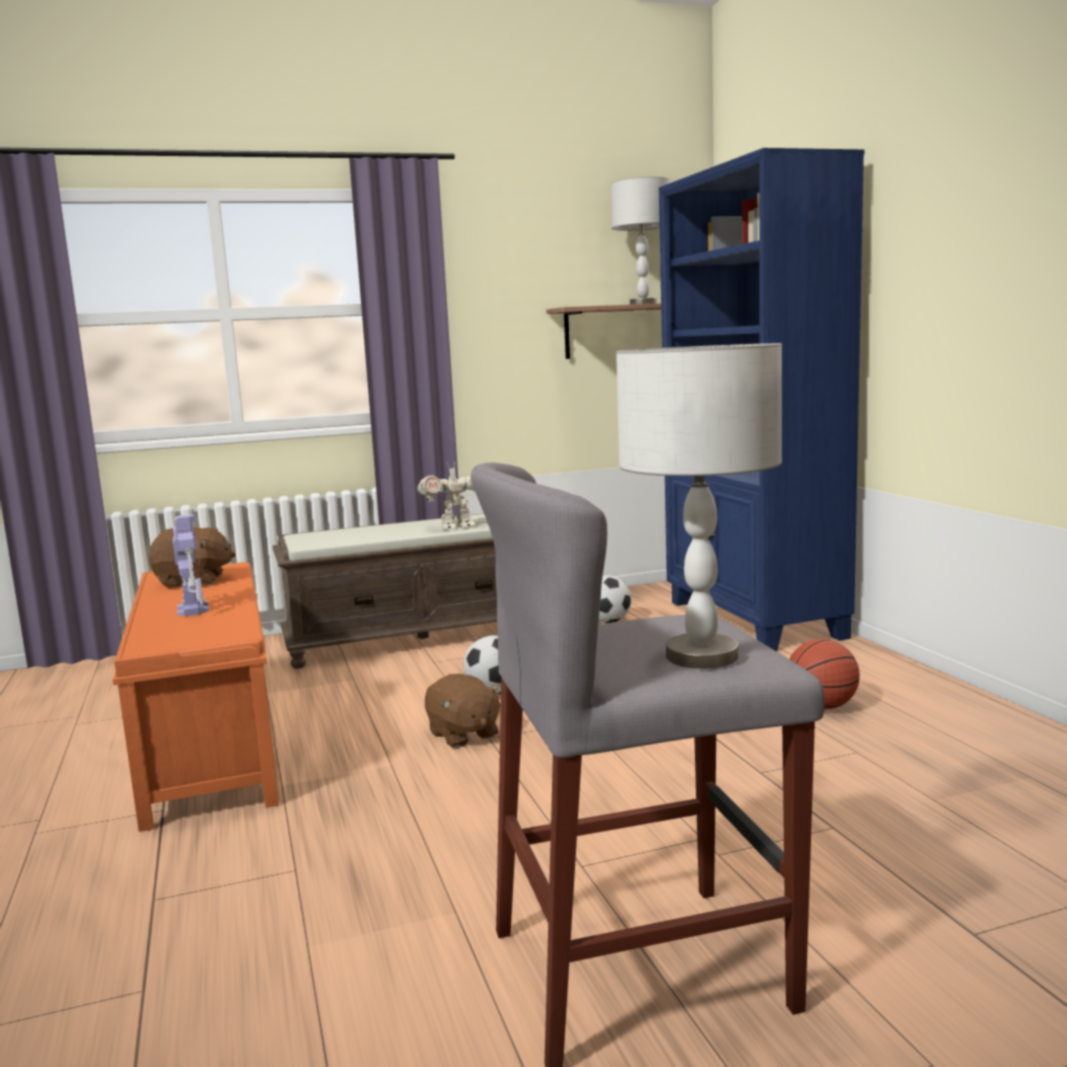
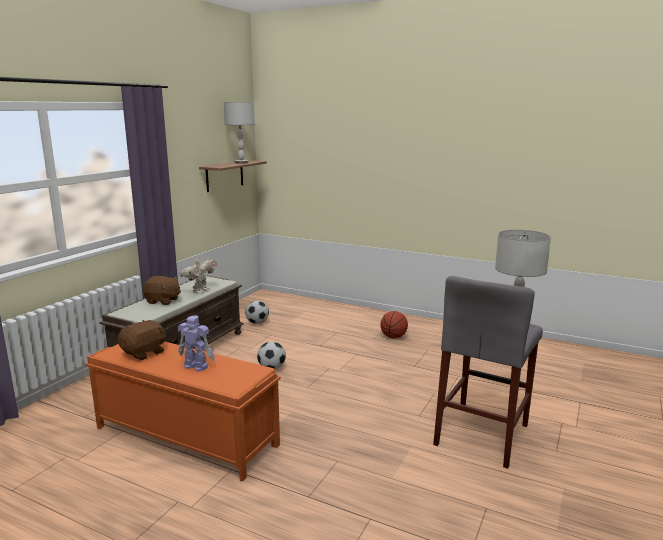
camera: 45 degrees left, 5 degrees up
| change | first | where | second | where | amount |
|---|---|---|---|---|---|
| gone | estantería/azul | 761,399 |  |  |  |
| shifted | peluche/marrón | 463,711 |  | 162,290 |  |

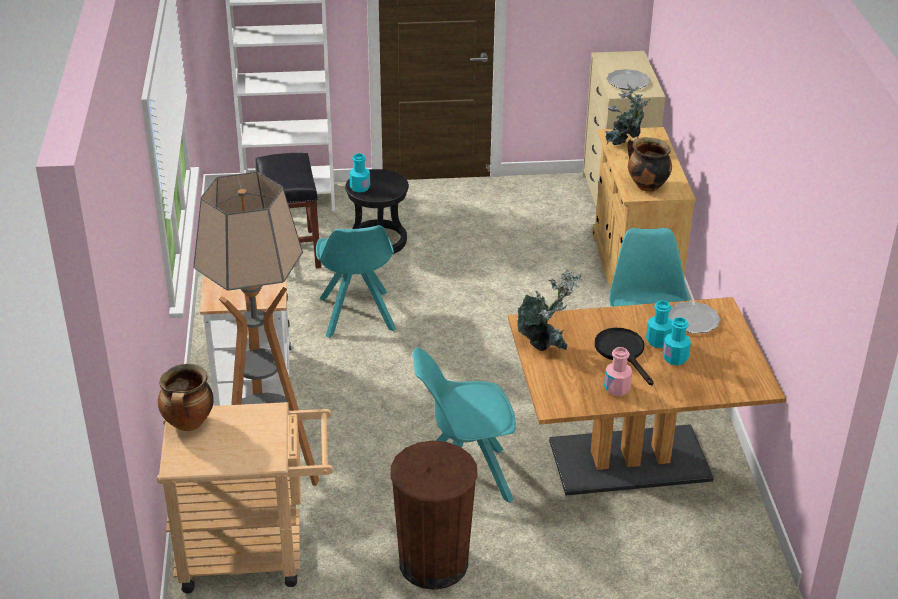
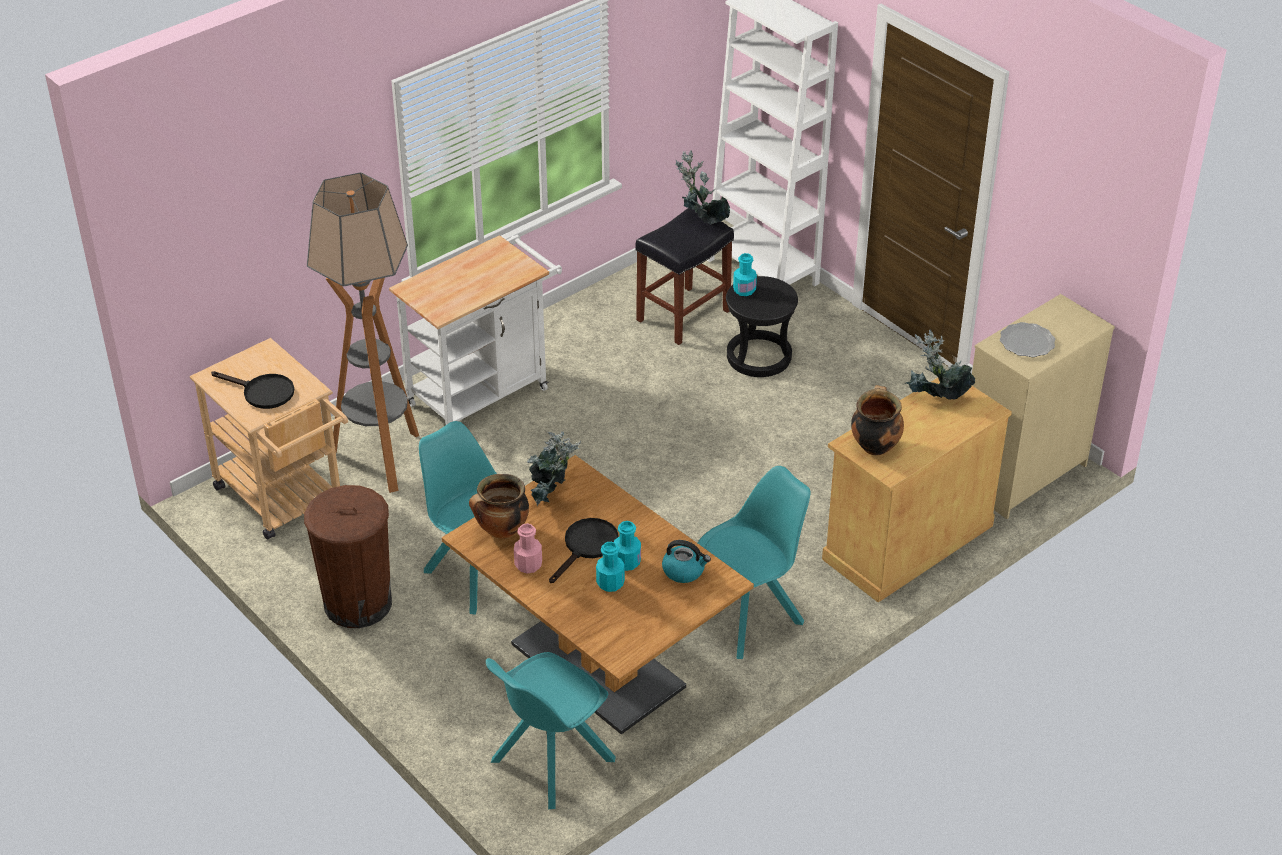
camera: 55 degrees right, 5 degrees up
| change | first | where | second | where | amount |
|---|---|---|---|---|---|
| shifted | silla/turquesa | 356,281 |  | 551,730 |  |
| swapped | plato | 694,317 | hervidor | 686,561 |  |
| shifted | olla | 186,397 |  | 499,506 |  |
| new |  |  | planta en maceta | 702,187 |  |
| new |  |  | sartén/negro | 252,390 |  |

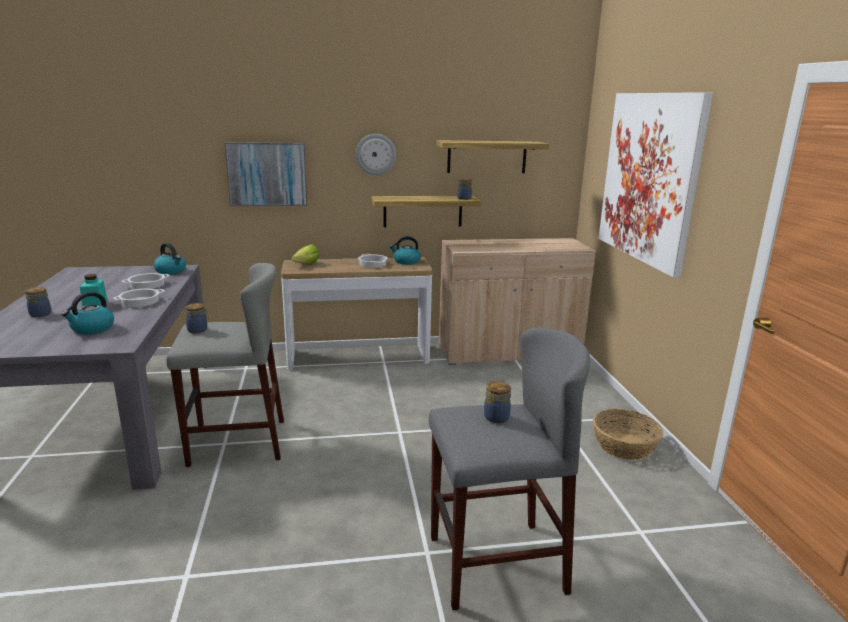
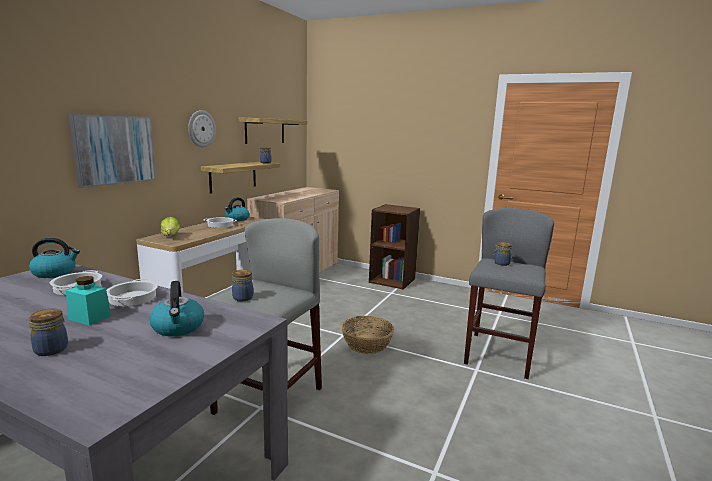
camera: 55 degrees left, 5 degrees down
| change | first | where | second | where | amount |
|---|---|---|---|---|---|
| gone | cuadro | 655,185 |  |  |  |
| shifted | cesta | 628,434 |  | 367,335 |  |
| new |  |  | estantería/marrón | 394,247 |  |

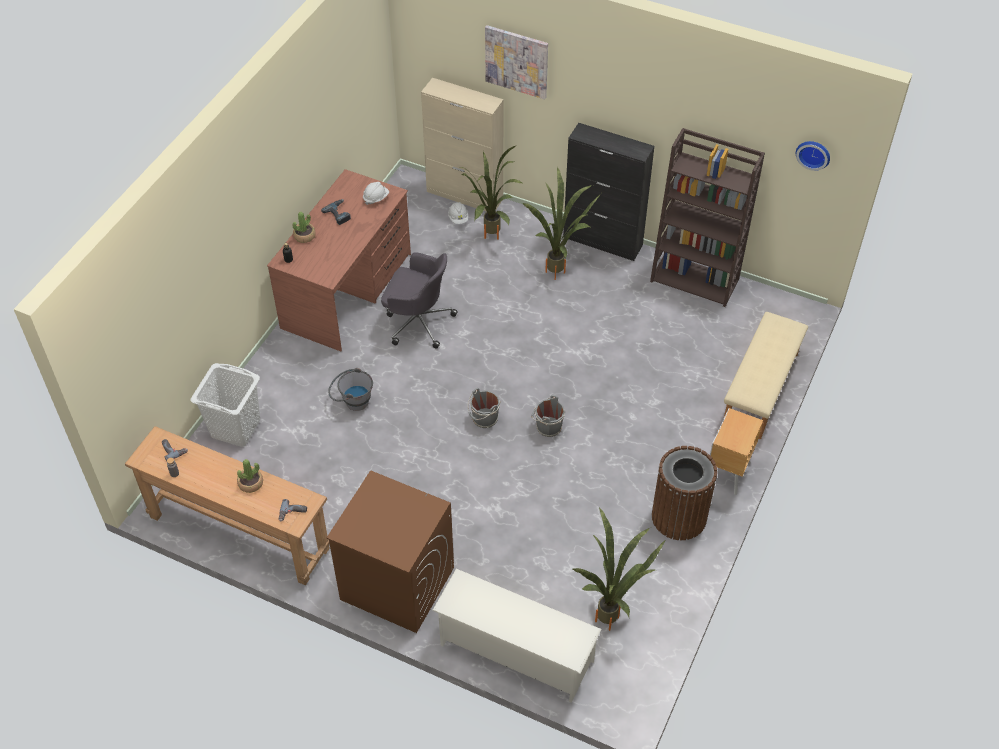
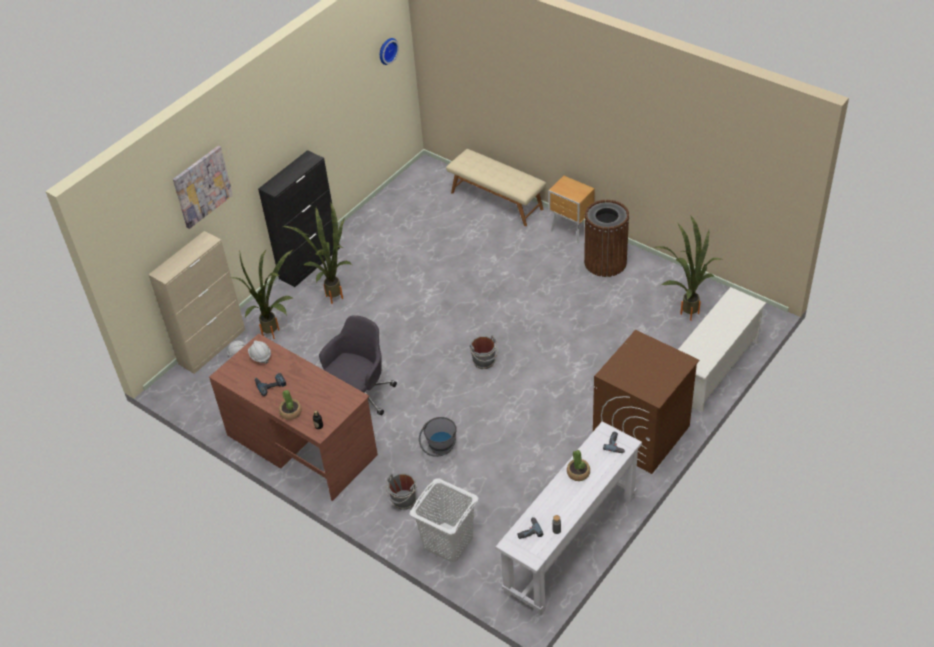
camera: 75 degrees left, 5 degrees down
| change | first | where | second | where | amount |
|---|---|---|---|---|---|
| gone | estantería/marrón | 707,217 |  |  |  |
| shifted | cubo/gris | 548,416 |  | 401,491 |  |
| repainted | mesa consola/marrón | 227,505 | mesa consola/blanco | 568,518 |  |

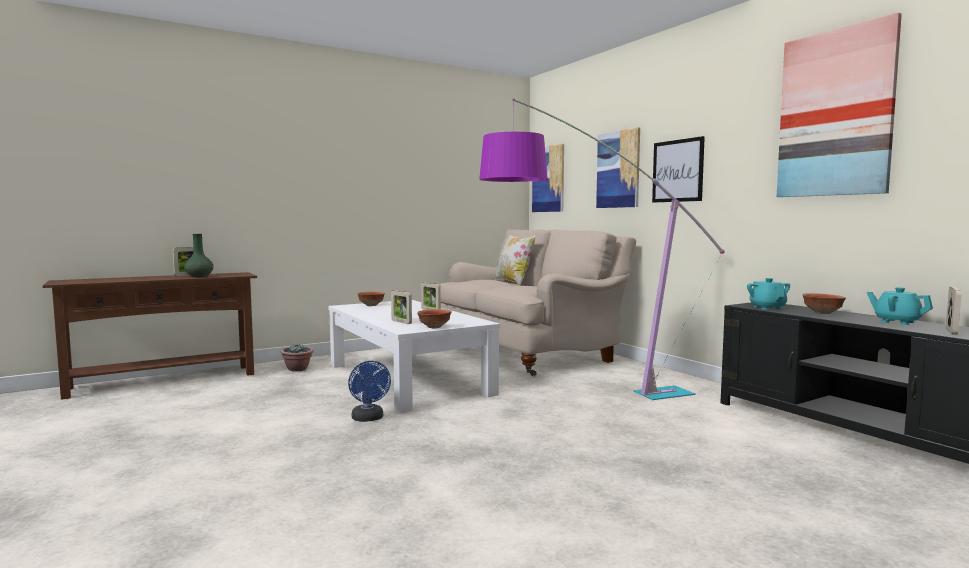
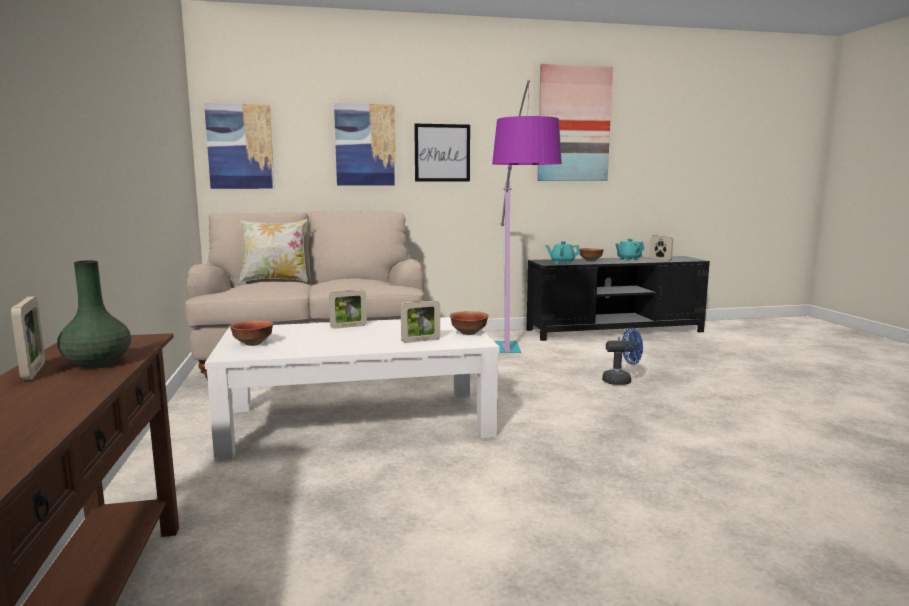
camera: 70 degrees left, 5 degrees up
| change | first | where | second | where | amount |
|---|---|---|---|---|---|
| gone | planta en maceta | 297,357 |  |  |  |
| shifted | ventilador/azul | 369,391 |  | 622,356 |  |

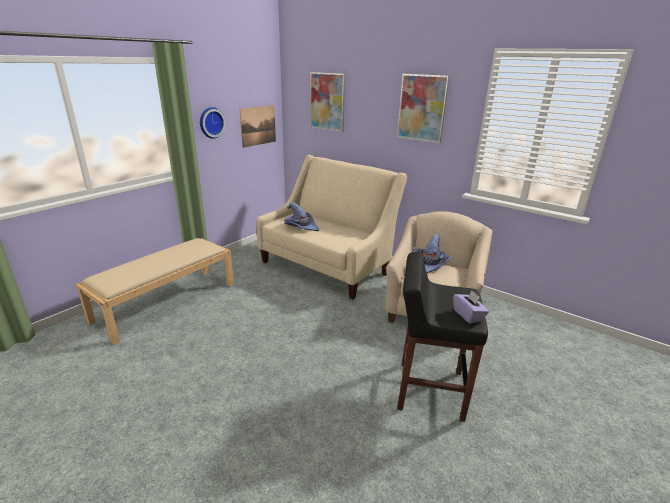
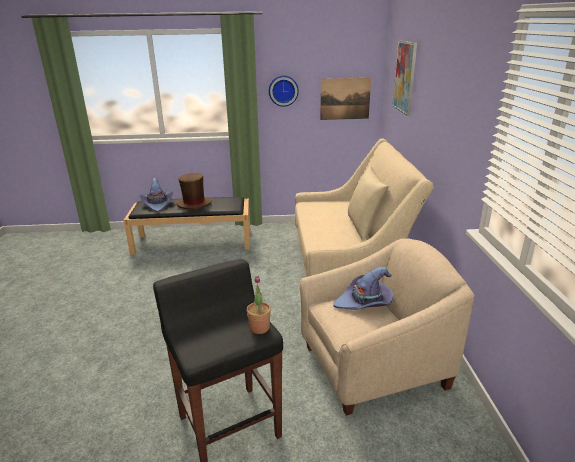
camera: 50 degrees right, 0 degrees up
| change | first | where | second | where | amount |
|---|---|---|---|---|---|
| gone | cuadro | 423,108 |  |  |  |
| shifted | sombrero/morado | 301,216 |  | 156,195 |  |
| repainted | banco/beis | 155,291 | banco/negro | 187,226 |  |
| gone | caja de pañuelos/morado | 471,307 |  |  |  |
| new |  |  | cojín/beis | 368,203 |  |
| new |  |  | sombrero/marrón | 194,191 |  |
| new |  |  | planta en maceta | 259,305 |  |

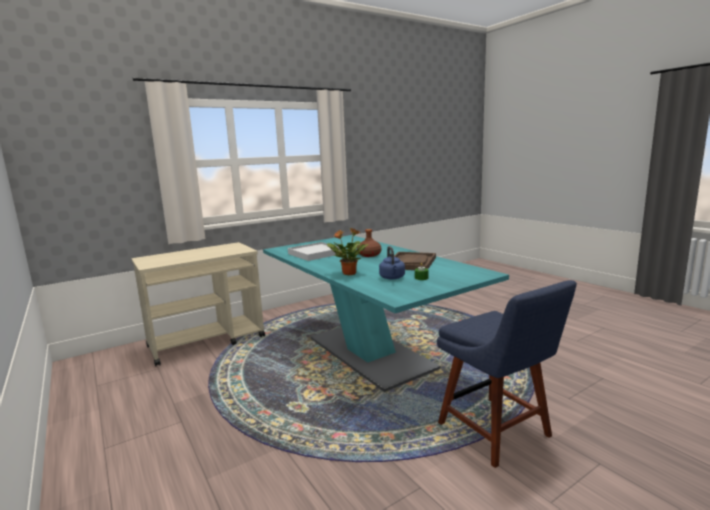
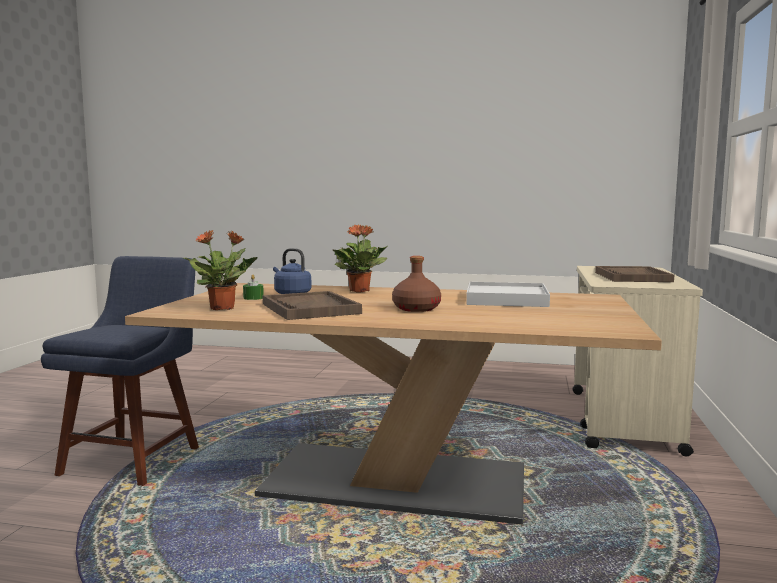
camera: 135 degrees right, 5 degrees down
| change | first | where | second | where | amount |
|---|---|---|---|---|---|
| repainted | mesa de comedor/turquesa | 386,313 | mesa de comedor/beis | 393,403 |  |
| rotated | silla/azul | 507,374 |  | 120,371 | 90 degrees clockwise |
| new |  |  | planta en maceta | 220,270 |  |
| new |  |  | bandeja/marrón | 634,274 |  |

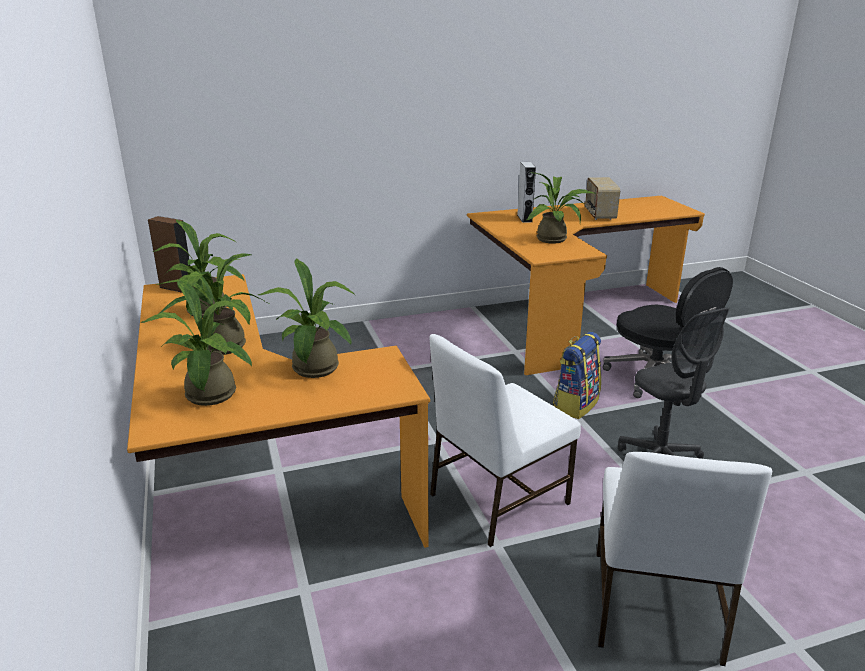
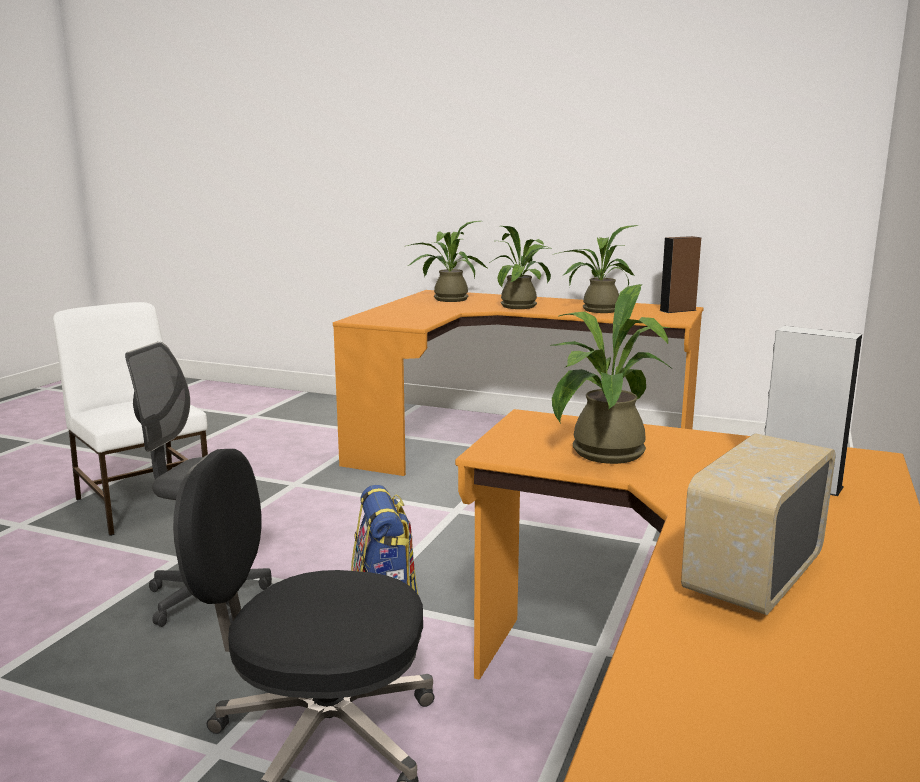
camera: 130 degrees right, 10 degrees down
| change | first | where | second | where | amount |
|---|---|---|---|---|---|
| rotated | radio | 602,198 |  | 758,524 | 90 degrees counterclockwise |
| gone | planta en maceta | 306,318 |  |  |  |
| gone | silla/blanco | 505,440 |  |  |  |

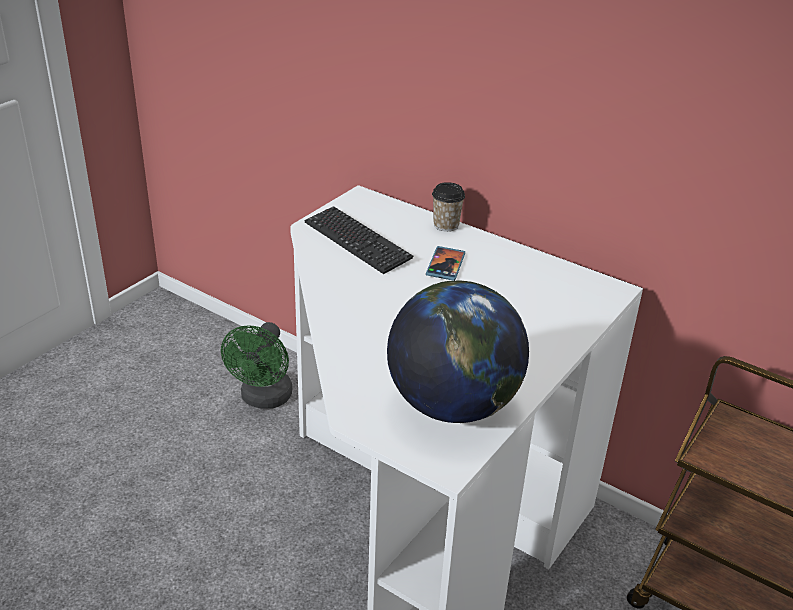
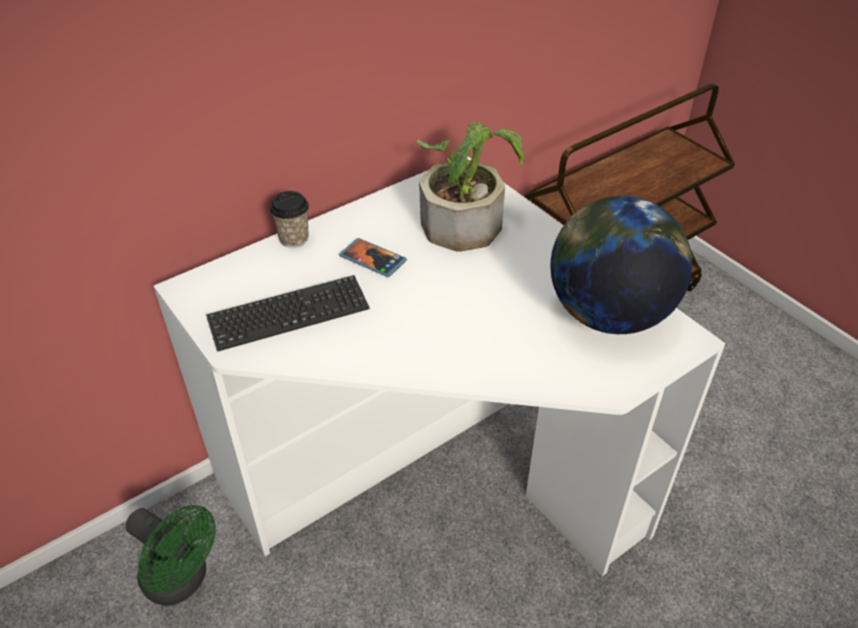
camera: 70 degrees left, 10 degrees up
| change | first | where | second | where | amount |
|---|---|---|---|---|---|
| new |  |  | planta en maceta | 470,187 |  |

